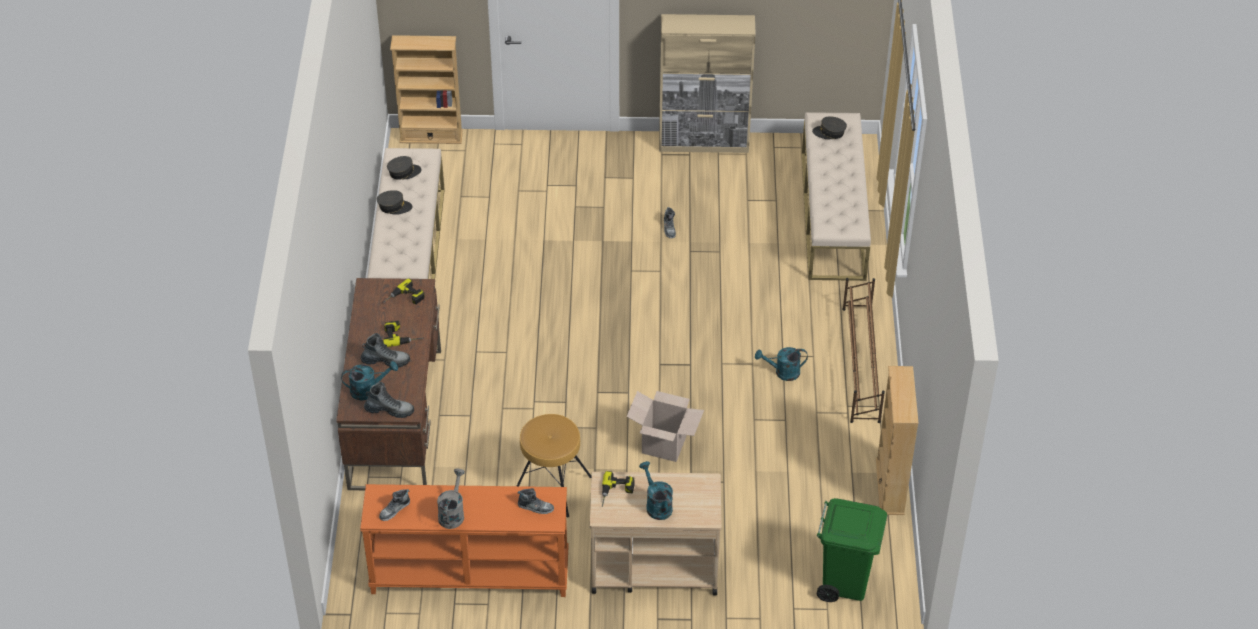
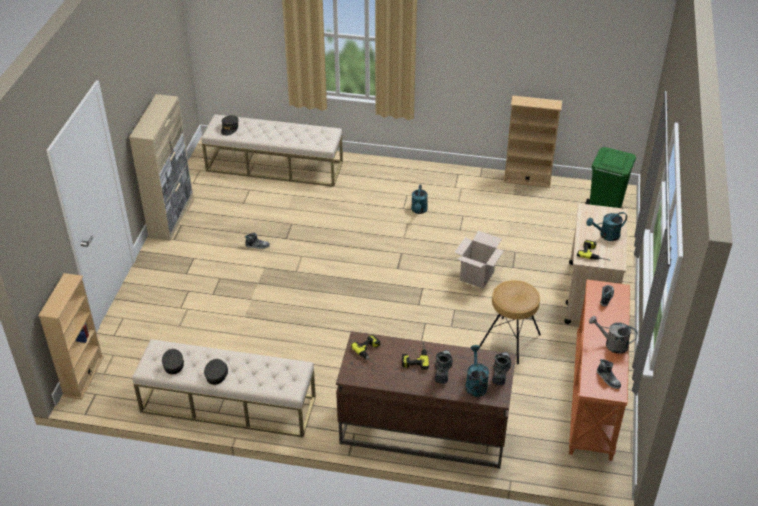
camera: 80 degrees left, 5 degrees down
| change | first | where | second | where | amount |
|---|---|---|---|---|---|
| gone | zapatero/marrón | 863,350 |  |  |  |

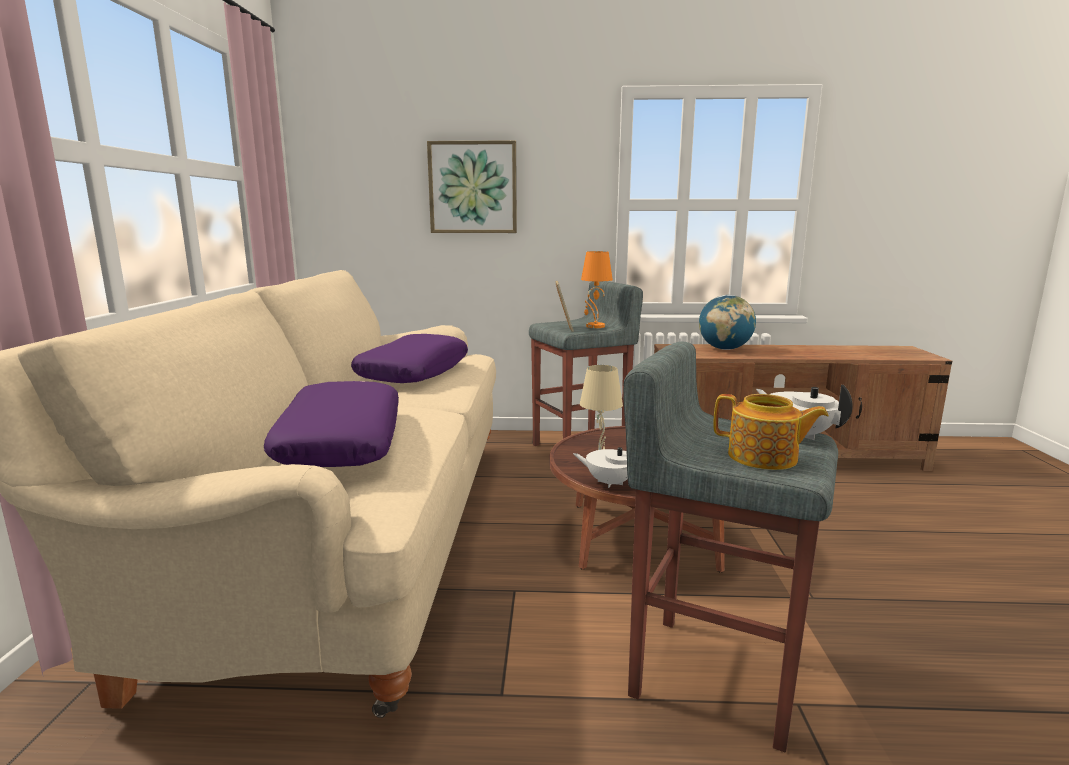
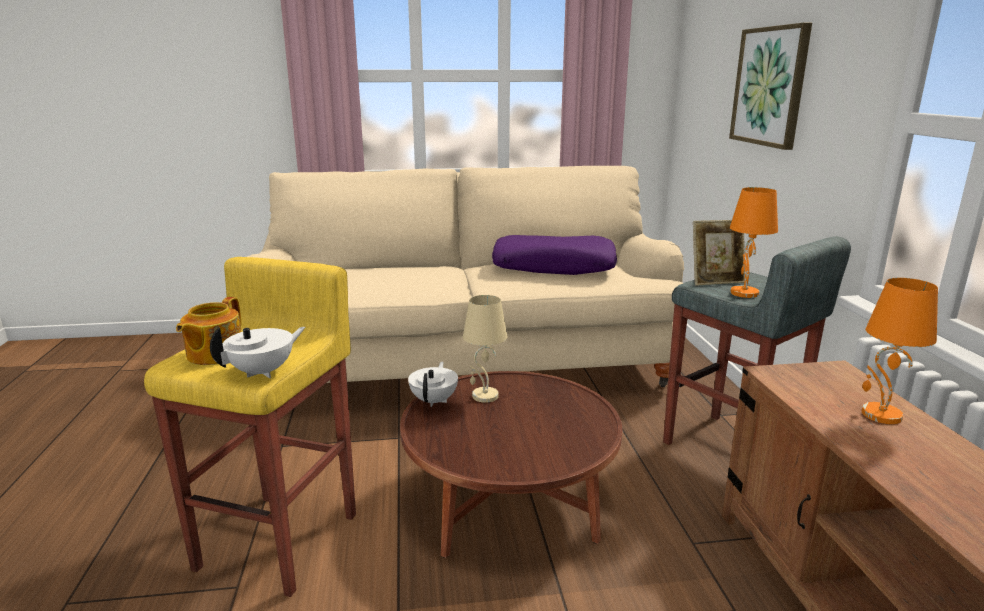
camera: 80 degrees right, 5 degrees up
| change | first | where | second | where | amount |
|---|---|---|---|---|---|
| swapped | globo terráqueo | 727,322 | lámpara de mesa/naranja | 900,351 |  |
| repainted | taburete/gris | 730,547 | taburete/amarillo | 250,427 |  |
| gone | cojín/morado | 331,424 |  |  |  |

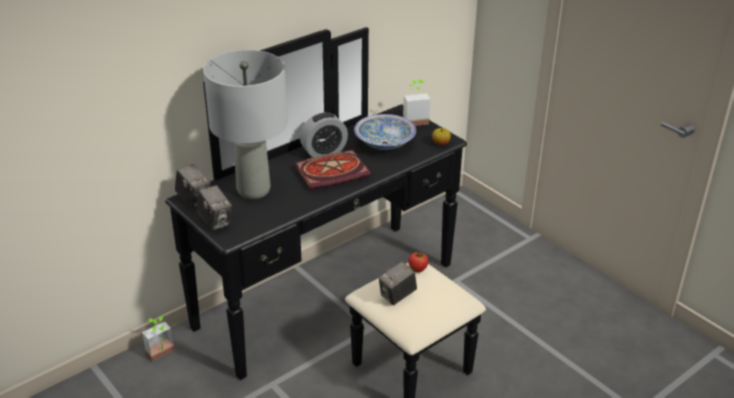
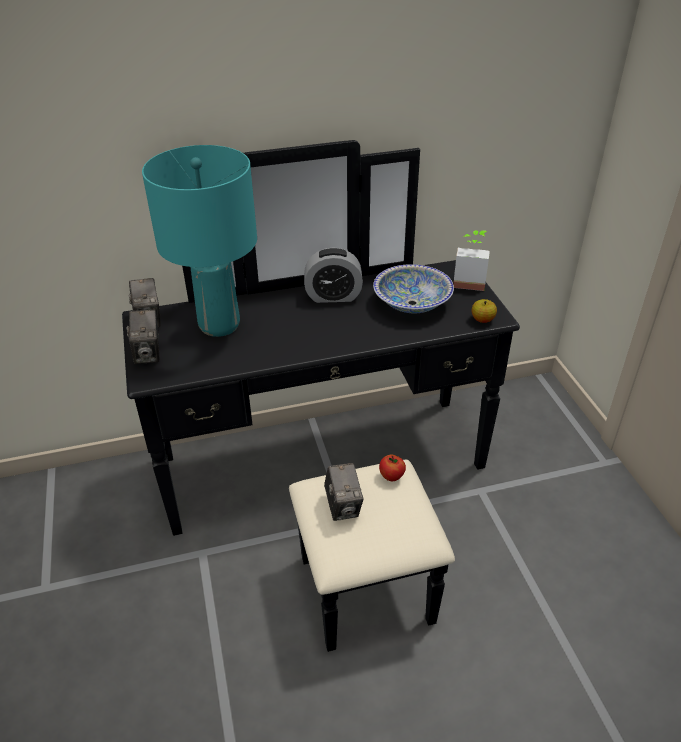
camera: 25 degrees right, 5 degrees up
| change | first | where | second | where | amount |
|---|---|---|---|---|---|
| repainted | lámpara de mesa/gris | 245,124 | lámpara de mesa/turquesa | 199,241 |  |
| gone | libro | 332,170 |  |  |  |
| rotated | cámara | 398,283 |  | 344,492 | 90 degrees counterclockwise |
| gone | planta en maceta | 158,338 |  |  |  |

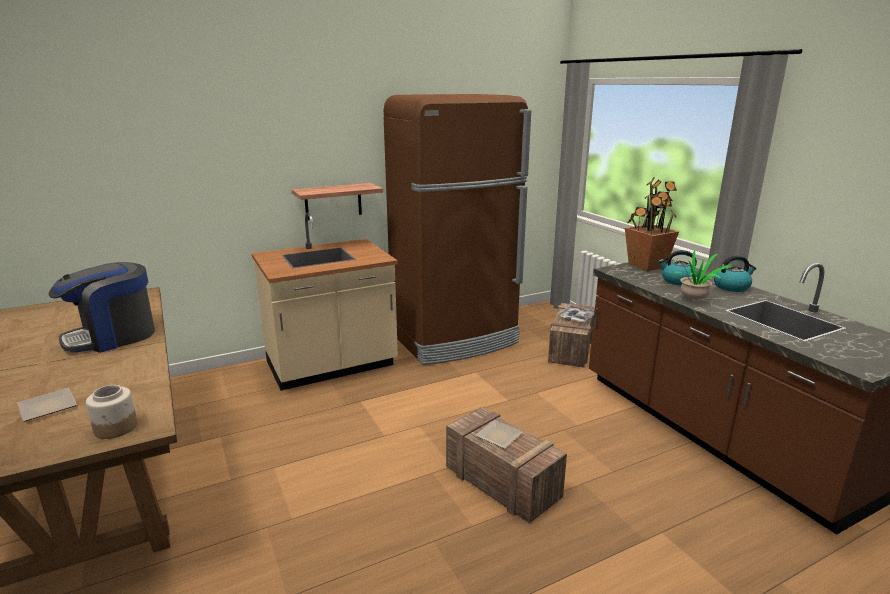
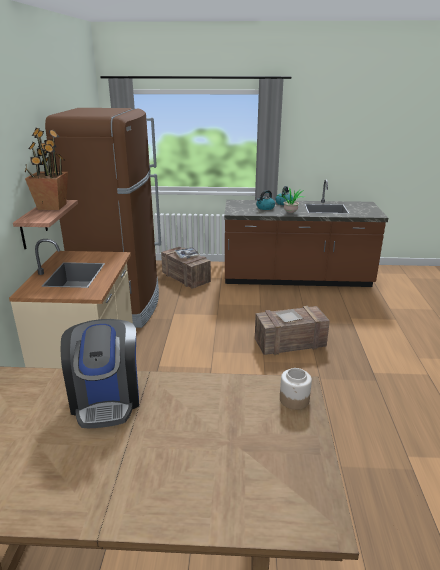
camera: 60 degrees left, 5 degrees up
| change | first | where | second | where | amount |
|---|---|---|---|---|---|
| shifted | planta en maceta | 652,224 |  | 46,169 |  |
| gone | plato | 47,405 |  |  |  |

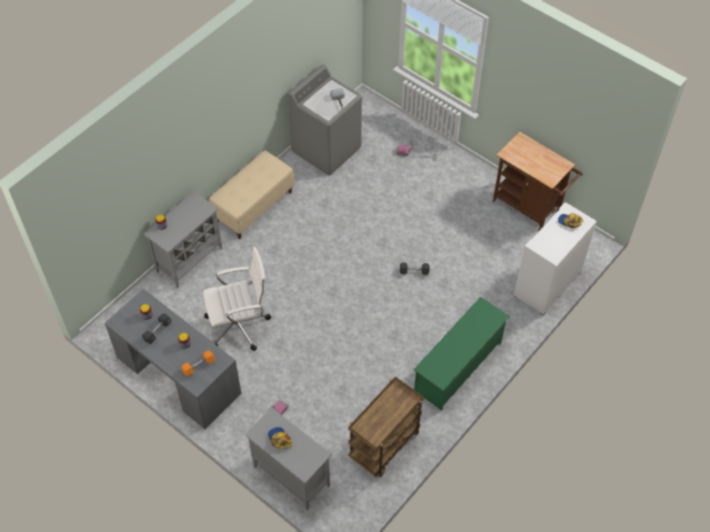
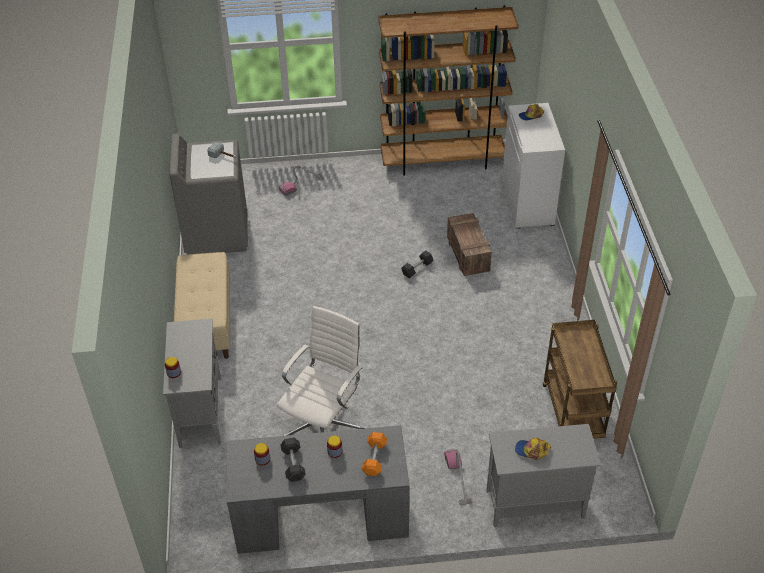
camera: 45 degrees left, 10 degrees down
| change | first | where | second | where | amount |
|---|---|---|---|---|---|
| swapped | carrito/marrón | 537,181 | estantería/marrón | 448,90 |  |
| gone | zapatero/verde | 462,354 |  |  |  |
| new |  |  | caja de embalaje | 469,244 |  |

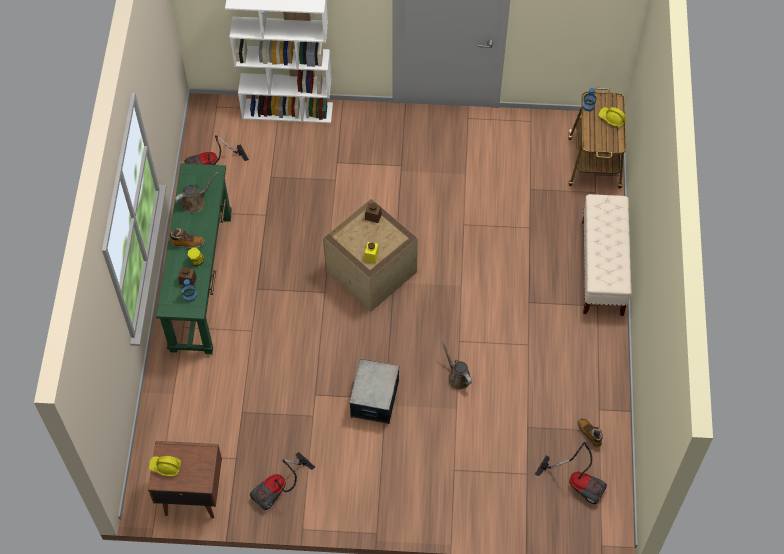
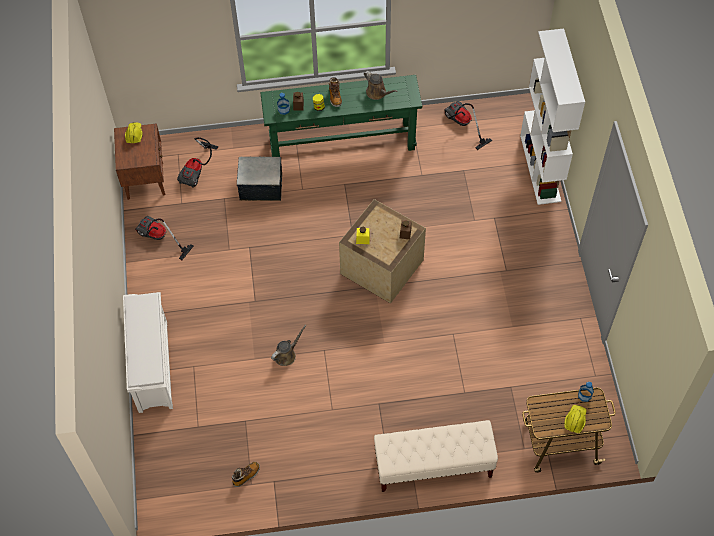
camera: 80 degrees right, 0 degrees up
| change | first | where | second | where | amount |
|---|---|---|---|---|---|
| shifted | caja de almacenaje | 374,391 |  | 259,179 |  |
| shifted | aspiradora | 571,473 |  | 197,162 |  |
| new |  |  | zapatero/blanco | 148,352 |  |

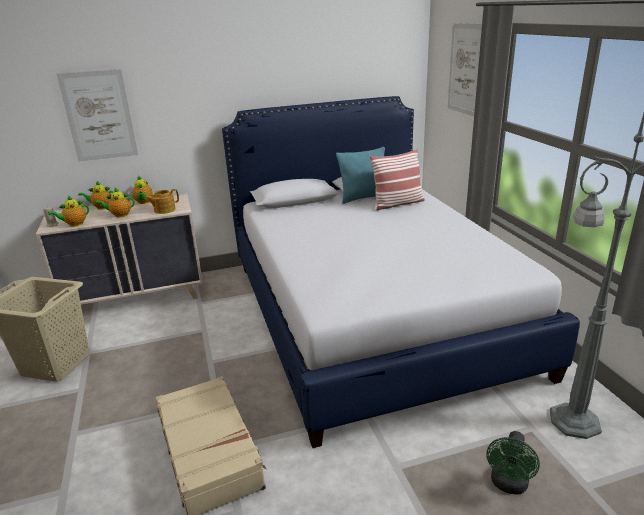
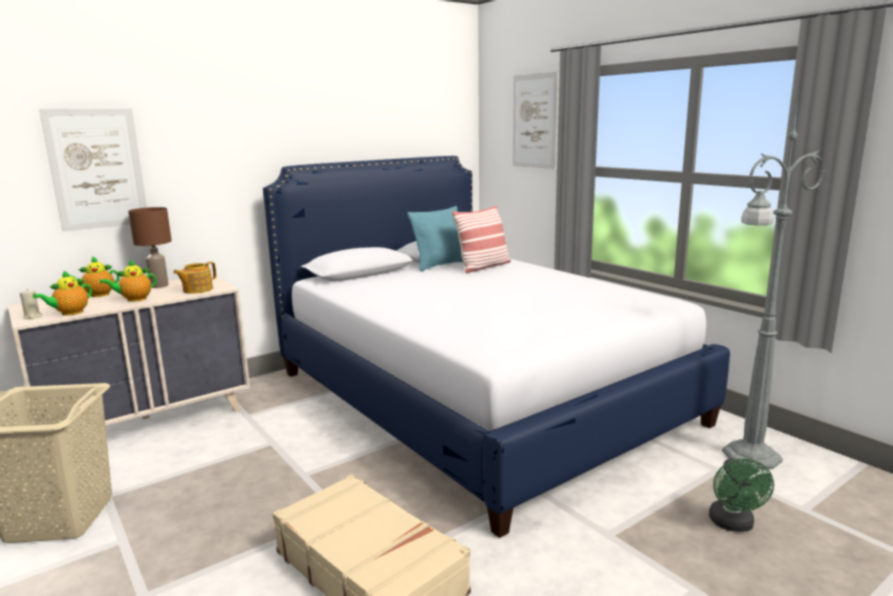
camera: 20 degrees left, 10 degrees down
| change | first | where | second | where | amount |
|---|---|---|---|---|---|
| swapped | tetera | 142,190 | lámpara de mesa/marrón | 150,247 |  |

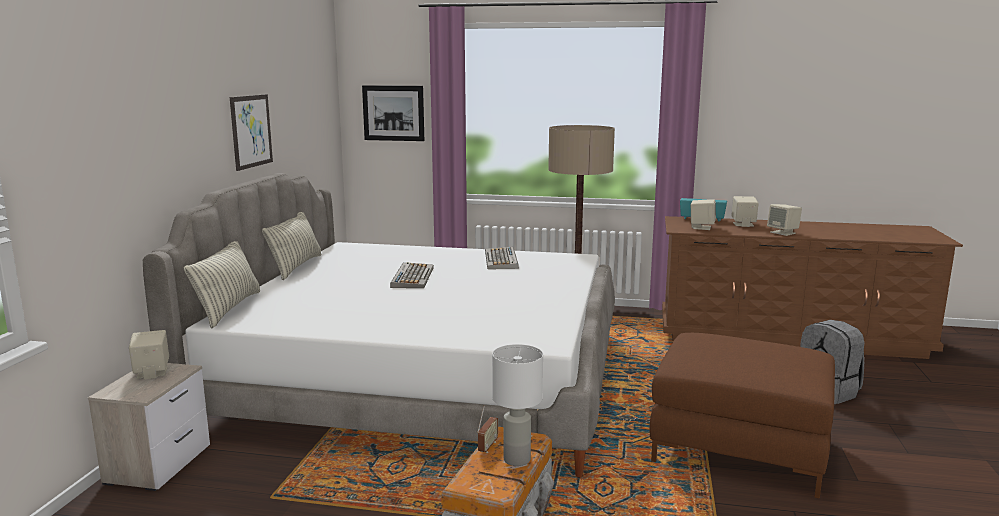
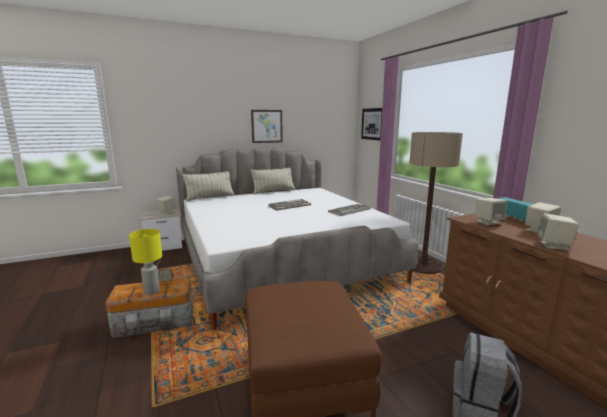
camera: 55 degrees right, 0 degrees up
| change | first | where | second | where | amount |
|---|---|---|---|---|---|
| repainted | lámpara de mesa/blanco | 517,405 | lámpara de mesa/amarillo | 145,262 |  |

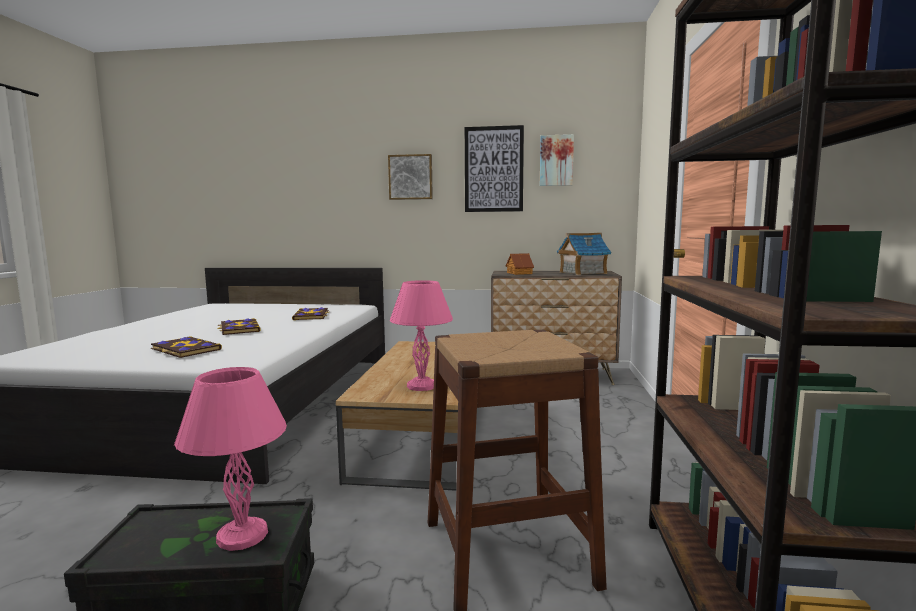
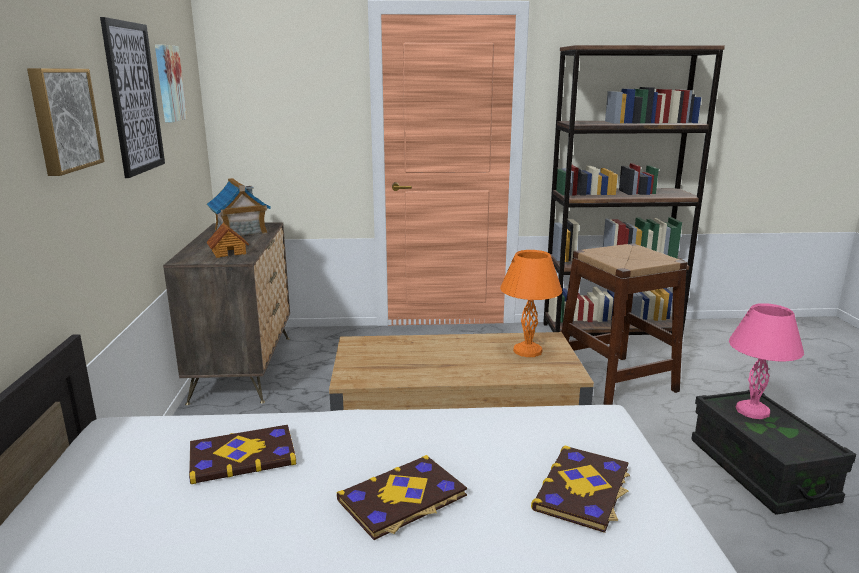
camera: 100 degrees left, 10 degrees up
| change | first | where | second | where | amount |
|---|---|---|---|---|---|
| repainted | lámpara de mesa/rosa | 421,335 | lámpara de mesa/naranja | 531,303 |  |

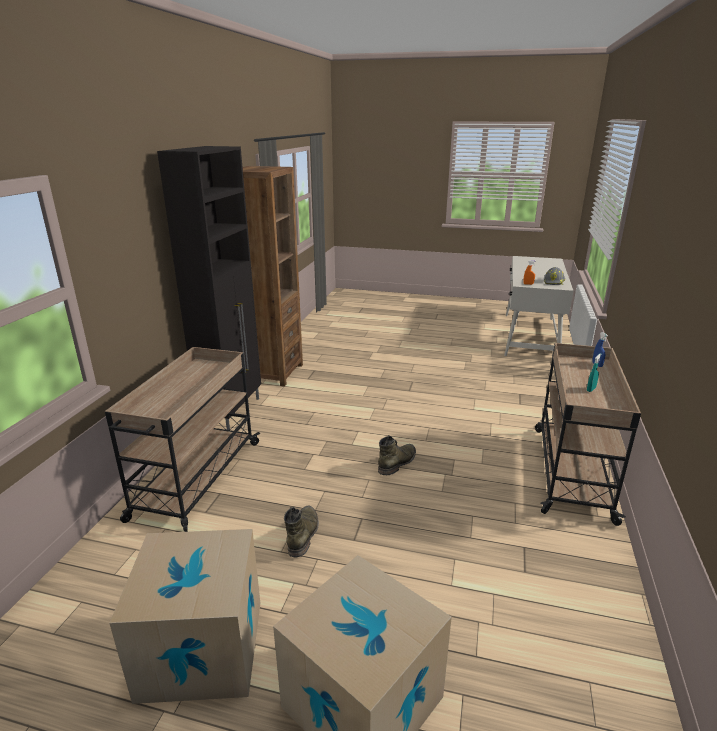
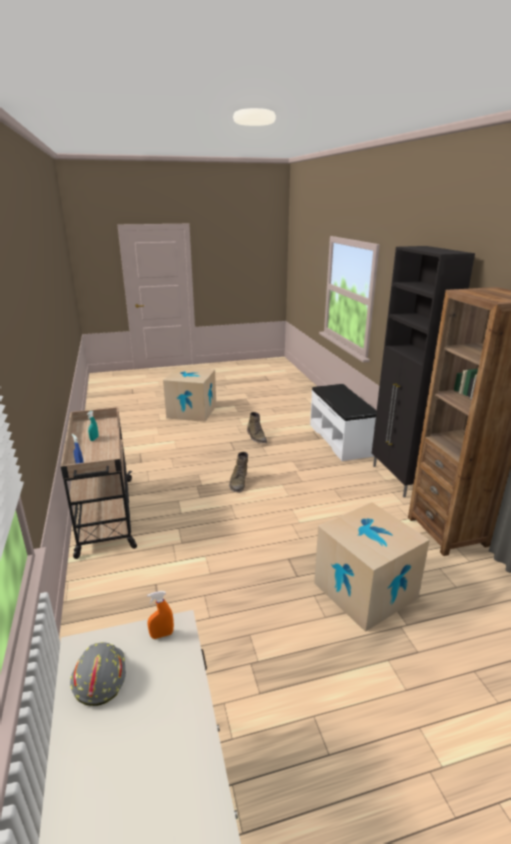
camera: 150 degrees right, 0 degrees up
| change | first | where | second | where | amount |
|---|---|---|---|---|---|
| swapped | carrito/beis | 182,439 | banco/blanco | 343,422 |  |
| shifted | caja de cartón | 184,616 |  | 372,567 |  |

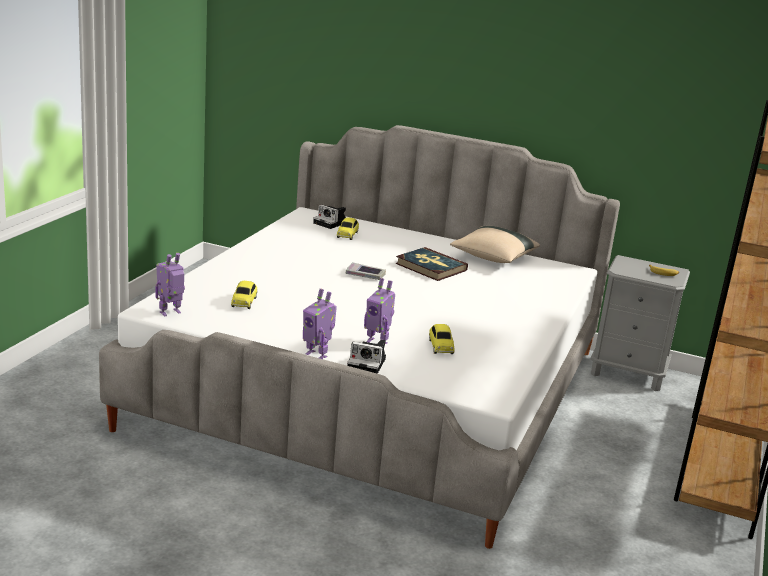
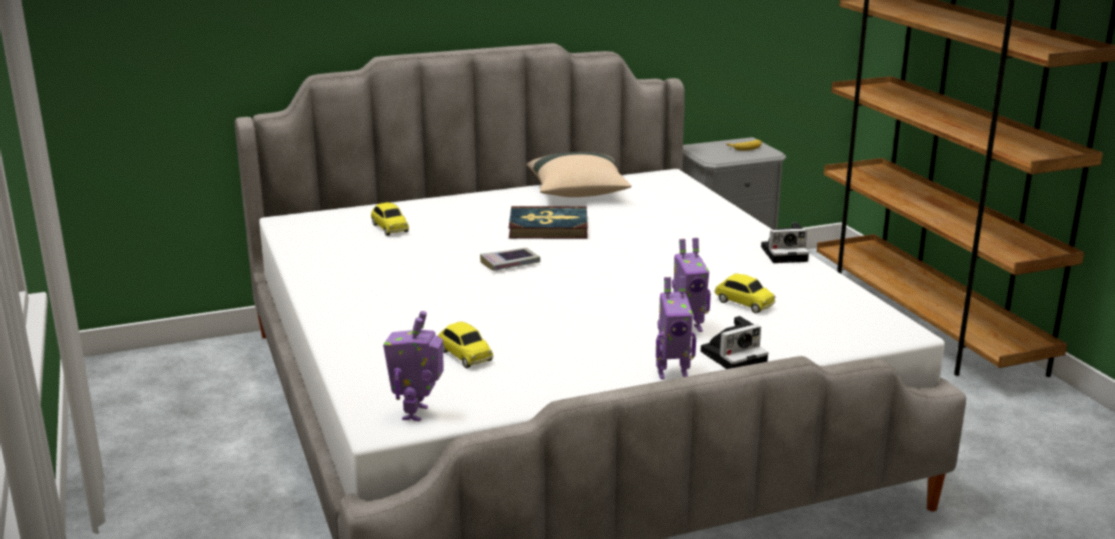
camera: 40 degrees left, 0 degrees up
| change | first | where | second | where | amount |
|---|---|---|---|---|---|
| shifted | cámara | 329,217 |  | 785,243 |  |

